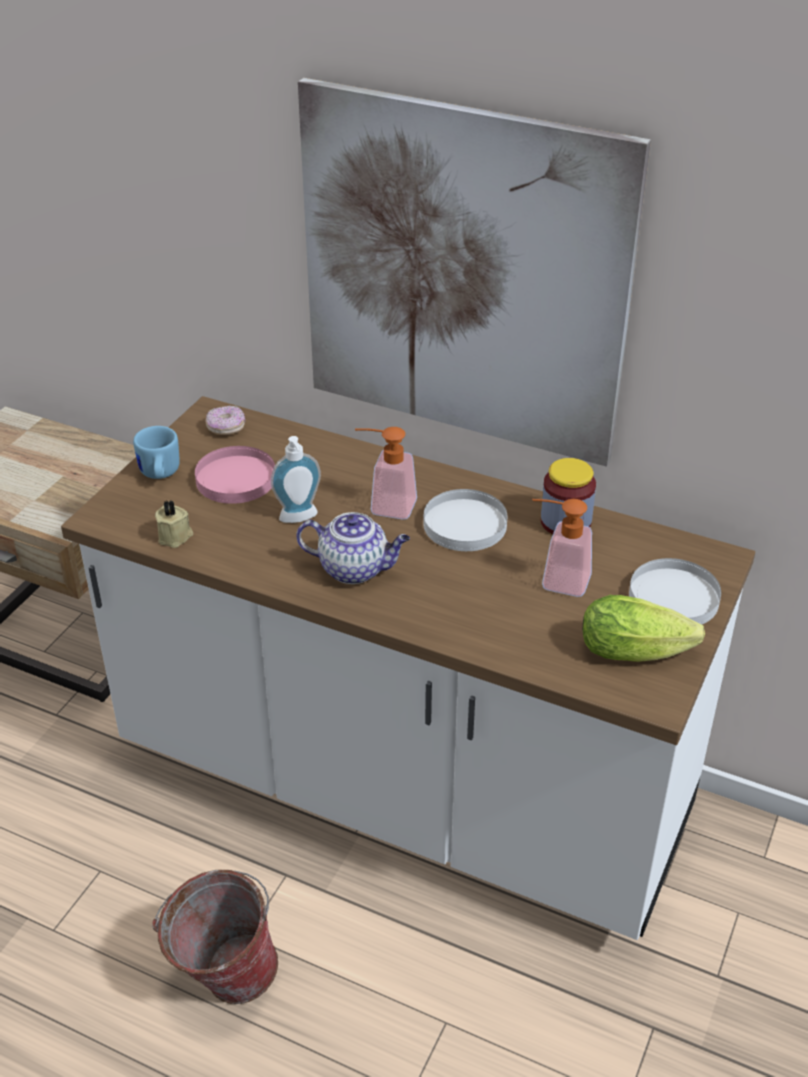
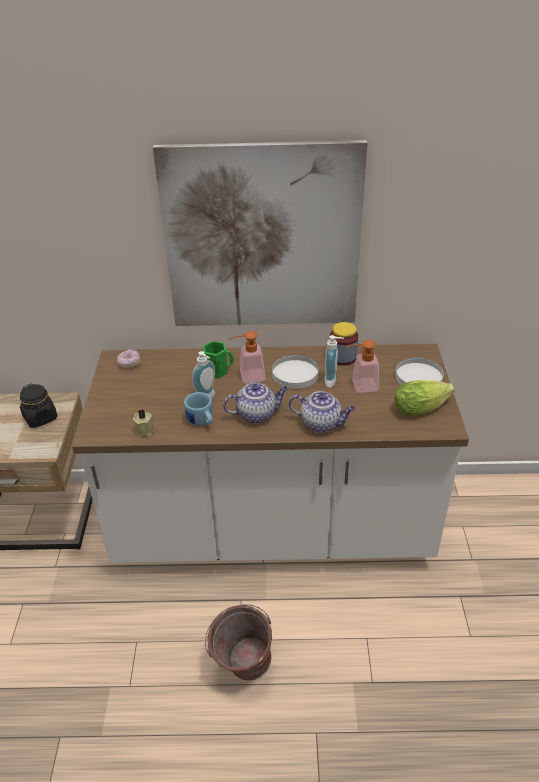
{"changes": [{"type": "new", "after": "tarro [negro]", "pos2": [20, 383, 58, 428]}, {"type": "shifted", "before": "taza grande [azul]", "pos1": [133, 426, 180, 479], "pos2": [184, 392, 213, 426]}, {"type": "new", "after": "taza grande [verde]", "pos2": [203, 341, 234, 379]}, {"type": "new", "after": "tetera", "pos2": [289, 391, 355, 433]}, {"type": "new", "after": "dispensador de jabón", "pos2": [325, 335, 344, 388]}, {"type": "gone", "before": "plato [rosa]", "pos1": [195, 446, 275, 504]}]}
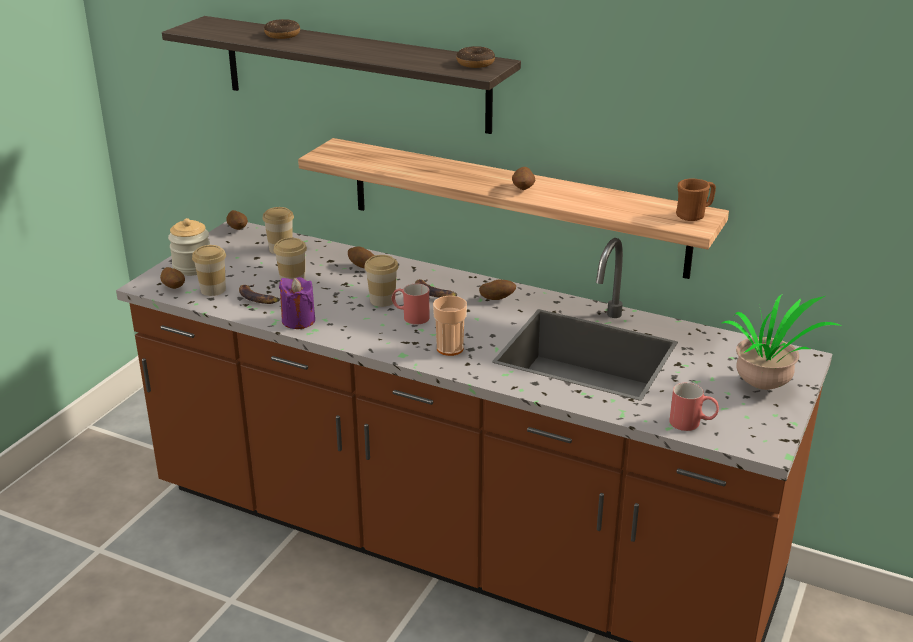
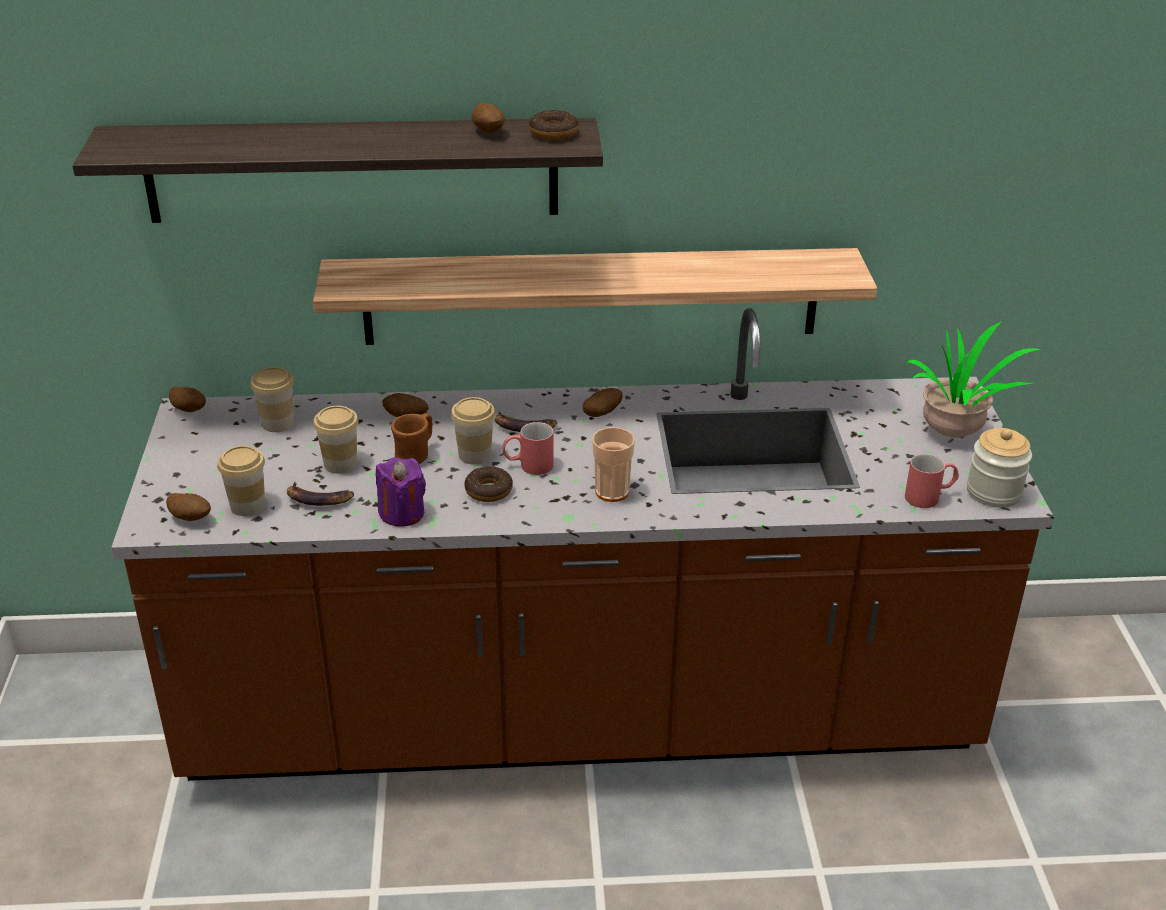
{"changes": [{"type": "shifted", "before": "taza grande [marrón]", "pos1": [676, 179, 716, 221], "pos2": [391, 413, 432, 464]}, {"type": "shifted", "before": "rosquilla", "pos1": [264, 19, 300, 39], "pos2": [464, 466, 513, 502]}, {"type": "shifted", "before": "patata", "pos1": [512, 167, 535, 190], "pos2": [471, 103, 505, 133]}, {"type": "shifted", "before": "tarro", "pos1": [168, 218, 210, 276], "pos2": [967, 428, 1032, 508]}]}
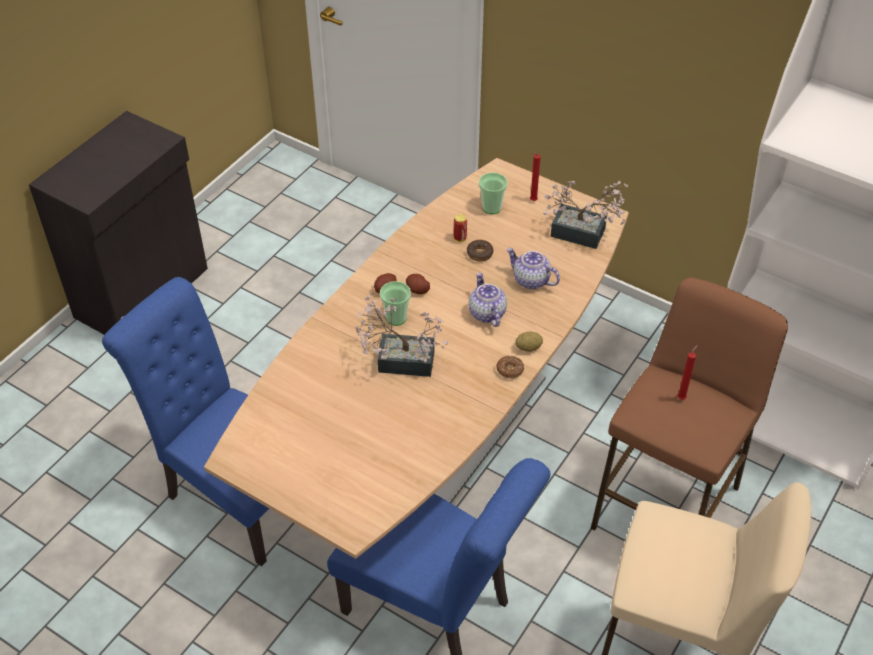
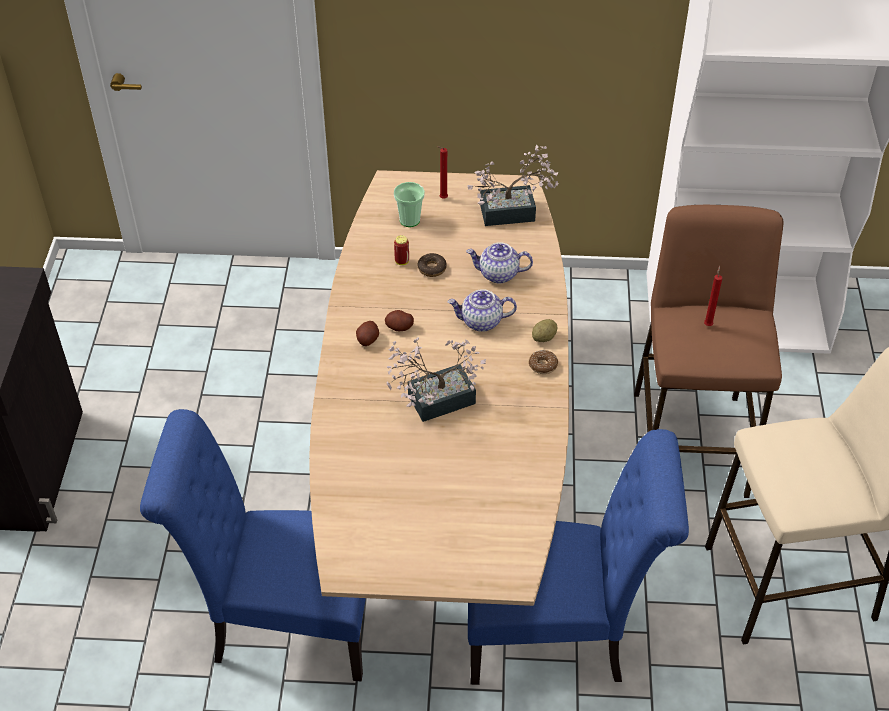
{"changes": [{"type": "rotated", "before": "tetera", "pos1": [468, 272, 507, 327], "pos2": [448, 289, 517, 332], "turn": -45}, {"type": "gone", "before": "taza", "pos1": [380, 281, 411, 326]}]}
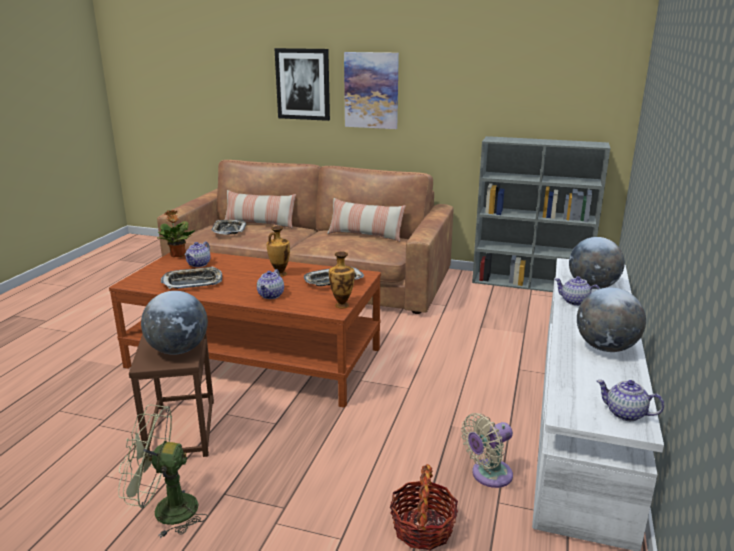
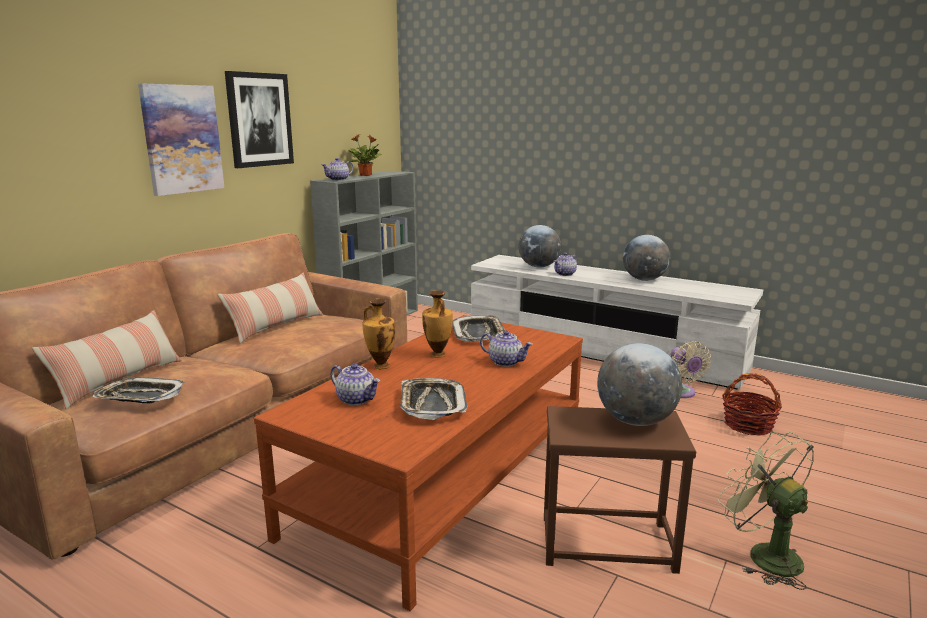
{"changes": [{"type": "shifted", "before": "cuadro", "pos1": [274, 48, 330, 121], "pos2": [225, 71, 294, 168]}, {"type": "shifted", "before": "tetera", "pos1": [597, 380, 664, 421], "pos2": [322, 158, 354, 181]}, {"type": "shifted", "before": "planta en maceta", "pos1": [157, 210, 195, 257], "pos2": [348, 134, 382, 176]}, {"type": "shifted", "before": "florero", "pos1": [329, 251, 355, 309], "pos2": [362, 298, 395, 369]}, {"type": "rotated", "before": "ventilador [verde]", "pos1": [118, 404, 208, 538], "pos2": [718, 432, 814, 590], "turn": 135}]}
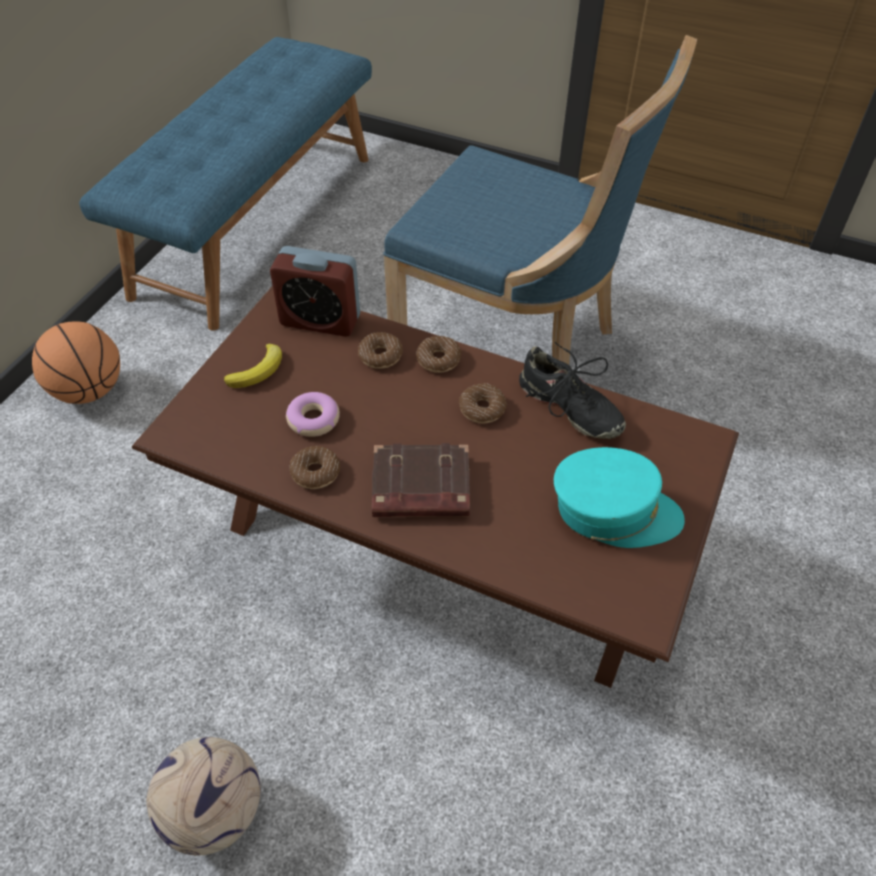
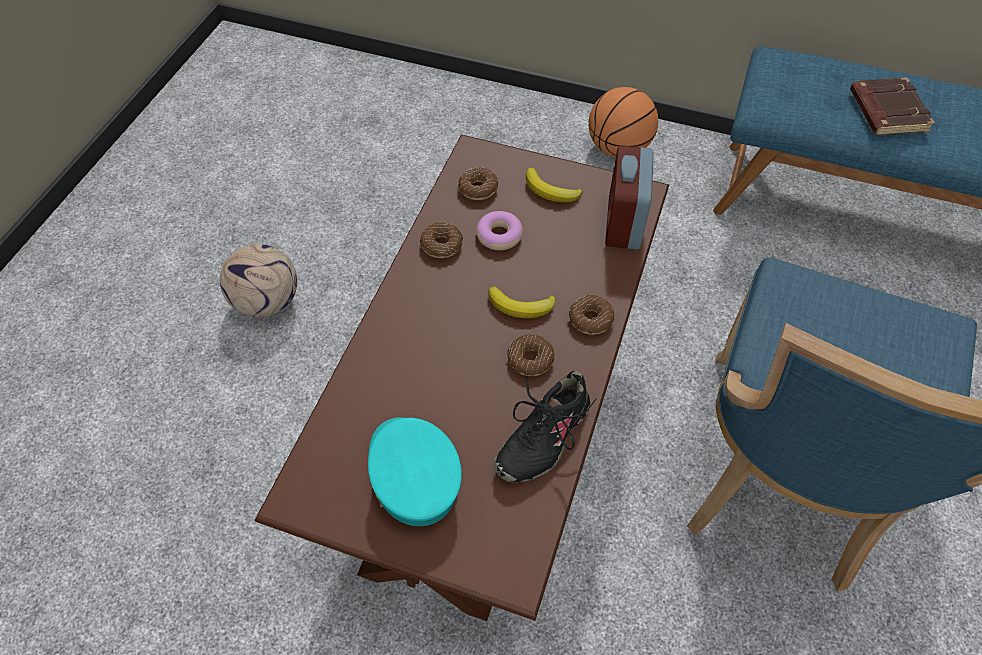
{"changes": [{"type": "rotated", "before": "gorra [turquesa]", "pos1": [554, 447, 685, 548], "pos2": [368, 417, 462, 526], "turn": 150}, {"type": "shifted", "before": "rosquilla", "pos1": [358, 332, 403, 369], "pos2": [458, 167, 498, 200]}, {"type": "new", "after": "plátano", "pos2": [488, 286, 555, 318]}, {"type": "shifted", "before": "libro [marrón]", "pos1": [372, 443, 470, 517], "pos2": [850, 77, 935, 136]}]}
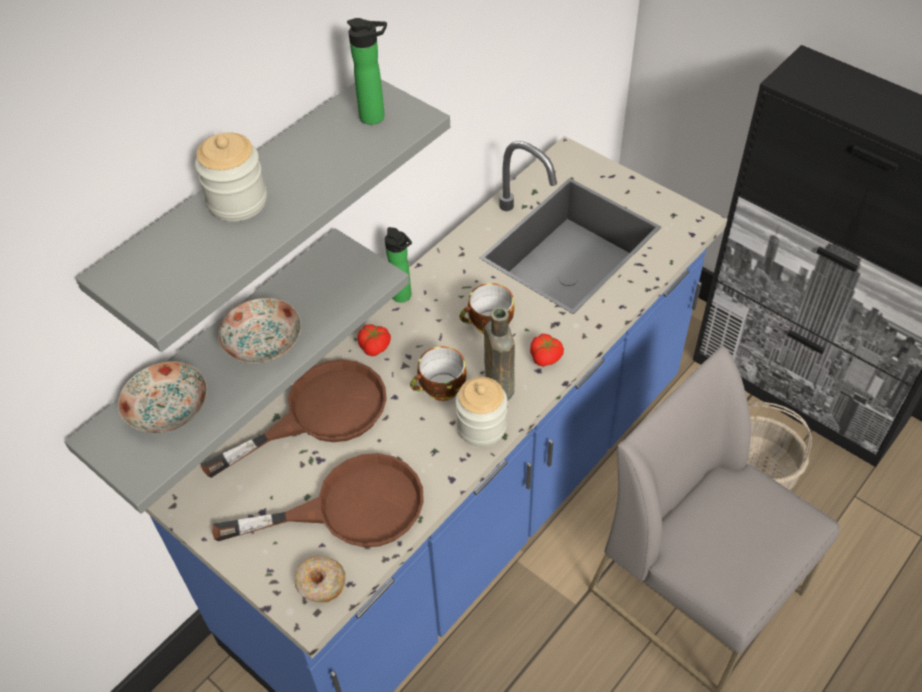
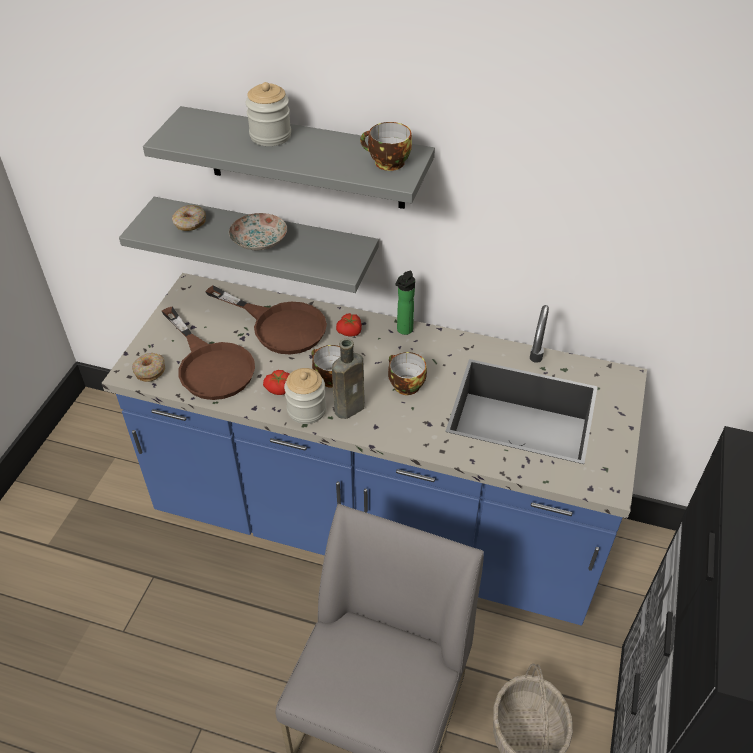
{"changes": [{"type": "swapped", "before": "plato", "after": "rosquilla", "pos1": [118, 362, 207, 433], "pos2": [172, 205, 206, 231]}, {"type": "shifted", "before": "tomate", "pos1": [530, 334, 564, 367], "pos2": [263, 370, 290, 395]}, {"type": "swapped", "before": "botella", "after": "taza", "pos1": [347, 18, 387, 125], "pos2": [360, 122, 412, 171]}]}
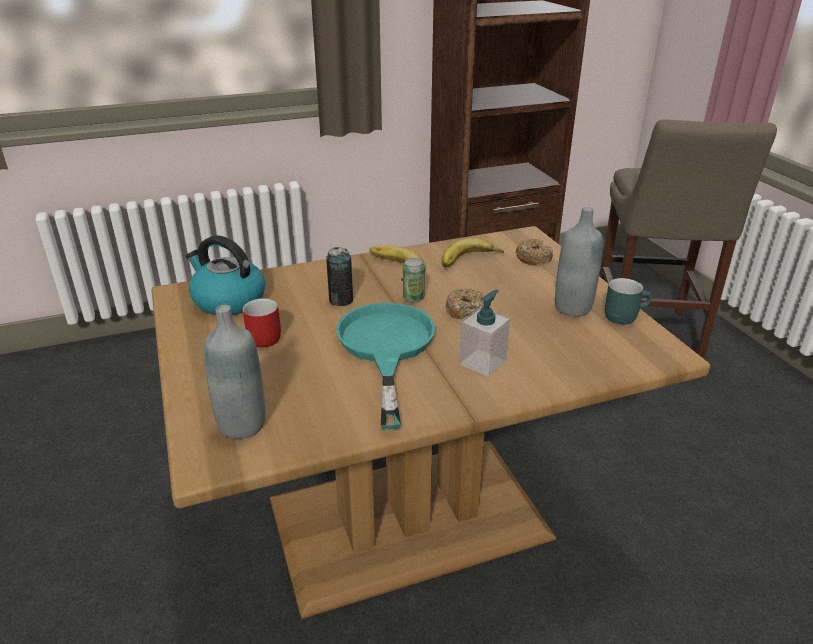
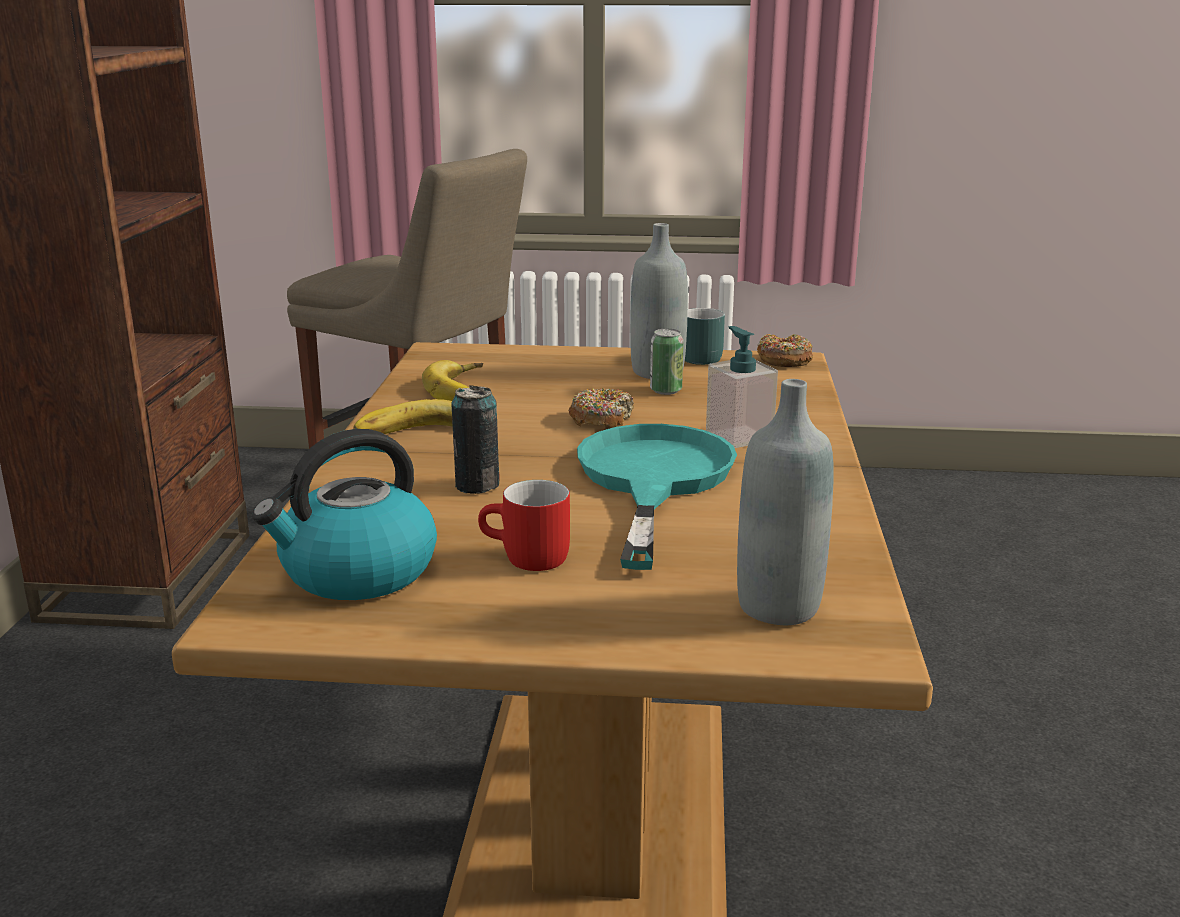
{"changes": [{"type": "rotated", "before": "sartén [turquesa]", "pos1": [336, 303, 435, 429], "pos2": [577, 424, 737, 570], "turn": 75}, {"type": "shifted", "before": "lata", "pos1": [403, 258, 425, 302], "pos2": [650, 329, 684, 395]}, {"type": "shifted", "before": "rosquilla", "pos1": [516, 239, 553, 266], "pos2": [757, 334, 813, 367]}]}
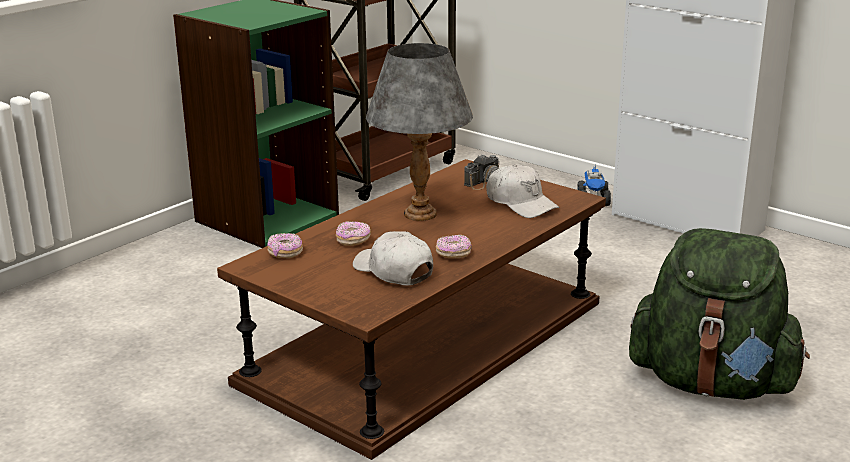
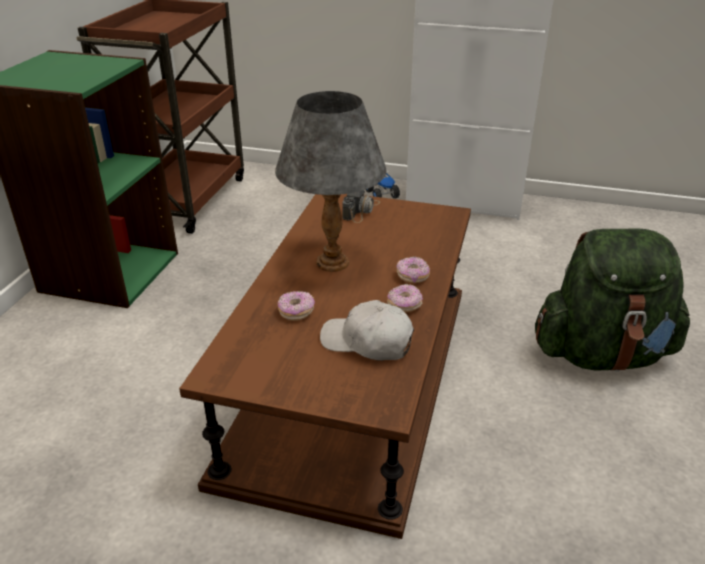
{"changes": [{"type": "shifted", "before": "rosquilla", "pos1": [267, 233, 303, 258], "pos2": [396, 257, 430, 283]}, {"type": "gone", "before": "gorra [blanco]", "pos1": [486, 164, 559, 218]}]}
